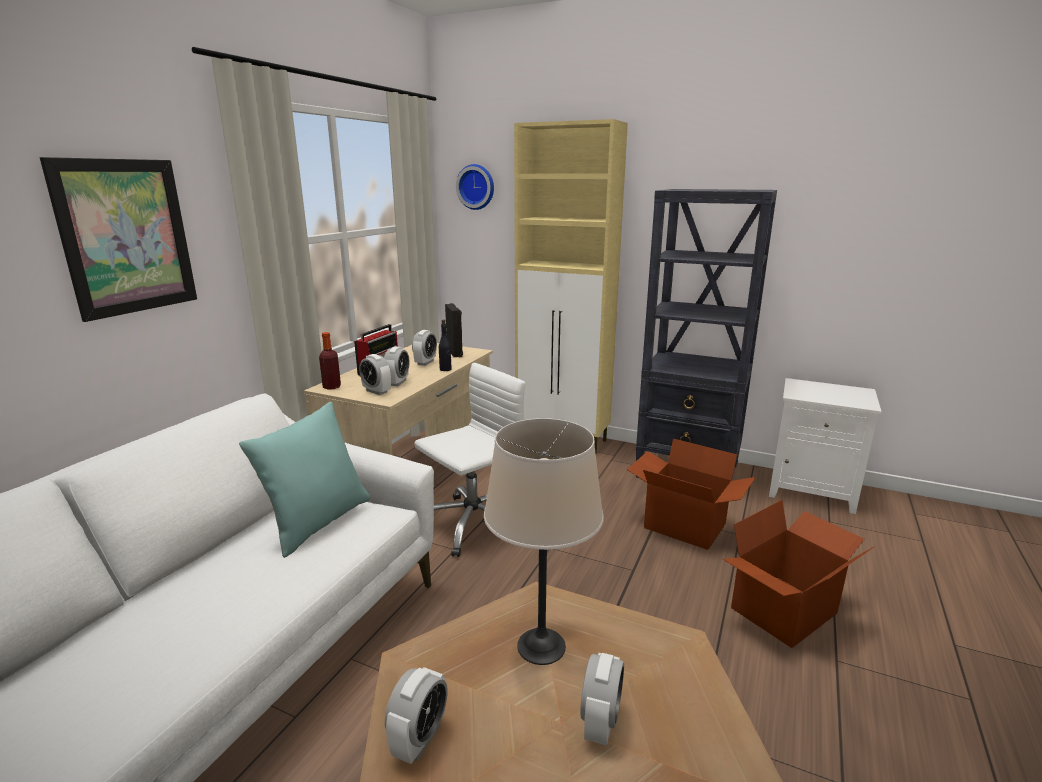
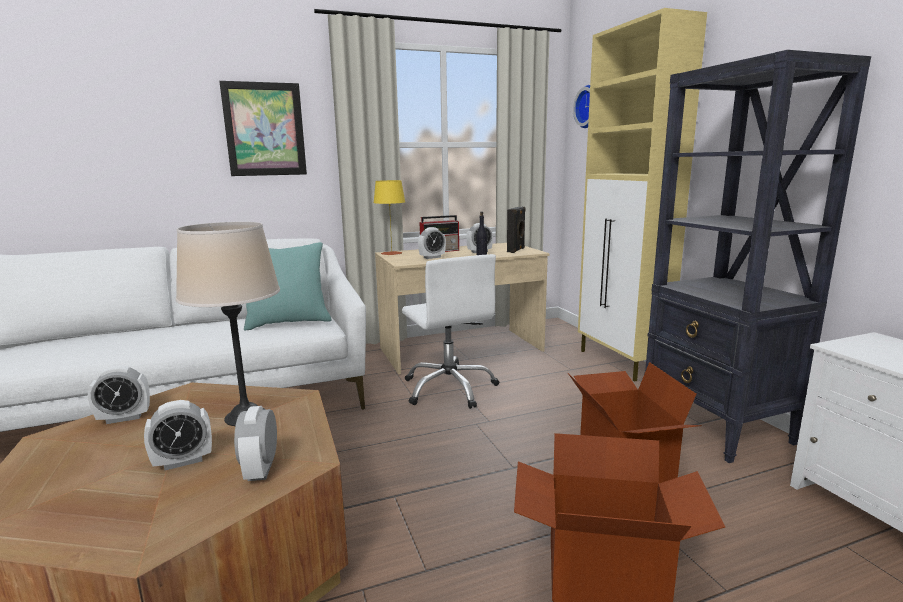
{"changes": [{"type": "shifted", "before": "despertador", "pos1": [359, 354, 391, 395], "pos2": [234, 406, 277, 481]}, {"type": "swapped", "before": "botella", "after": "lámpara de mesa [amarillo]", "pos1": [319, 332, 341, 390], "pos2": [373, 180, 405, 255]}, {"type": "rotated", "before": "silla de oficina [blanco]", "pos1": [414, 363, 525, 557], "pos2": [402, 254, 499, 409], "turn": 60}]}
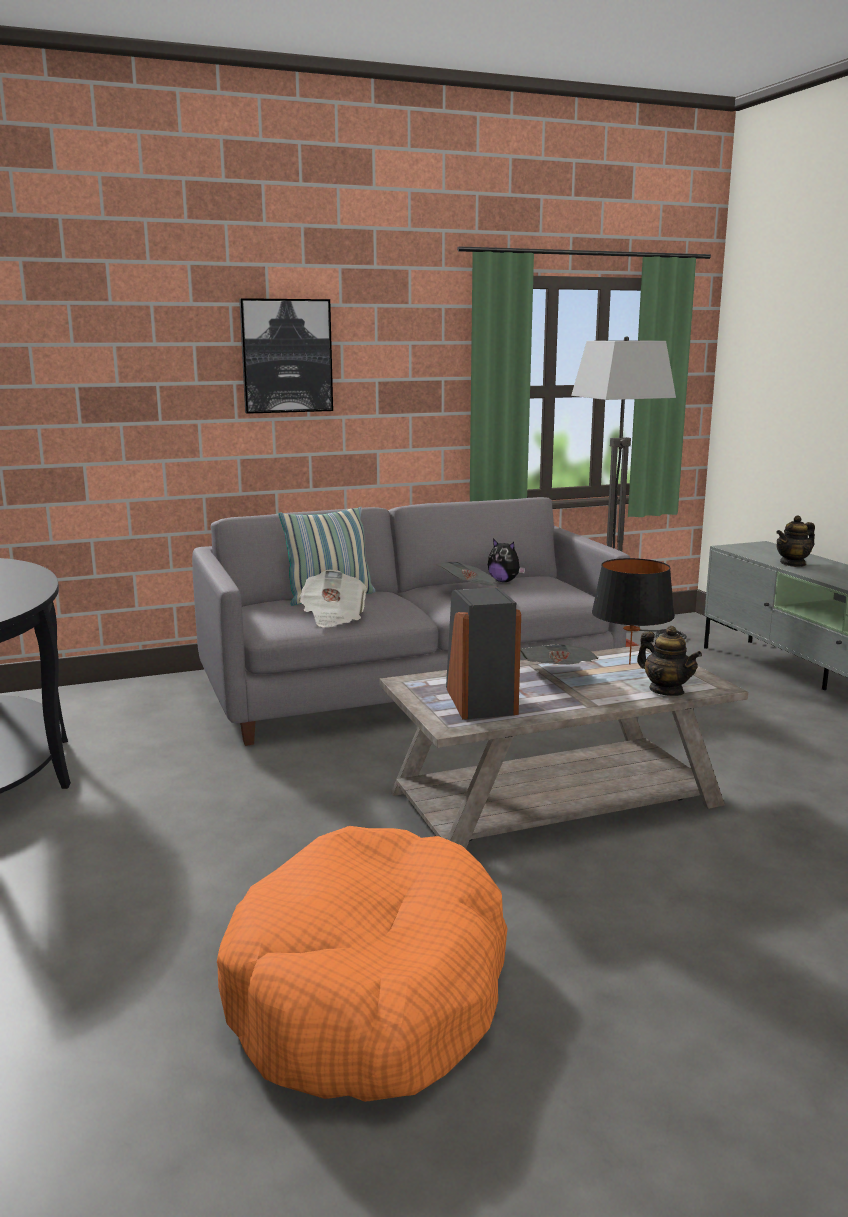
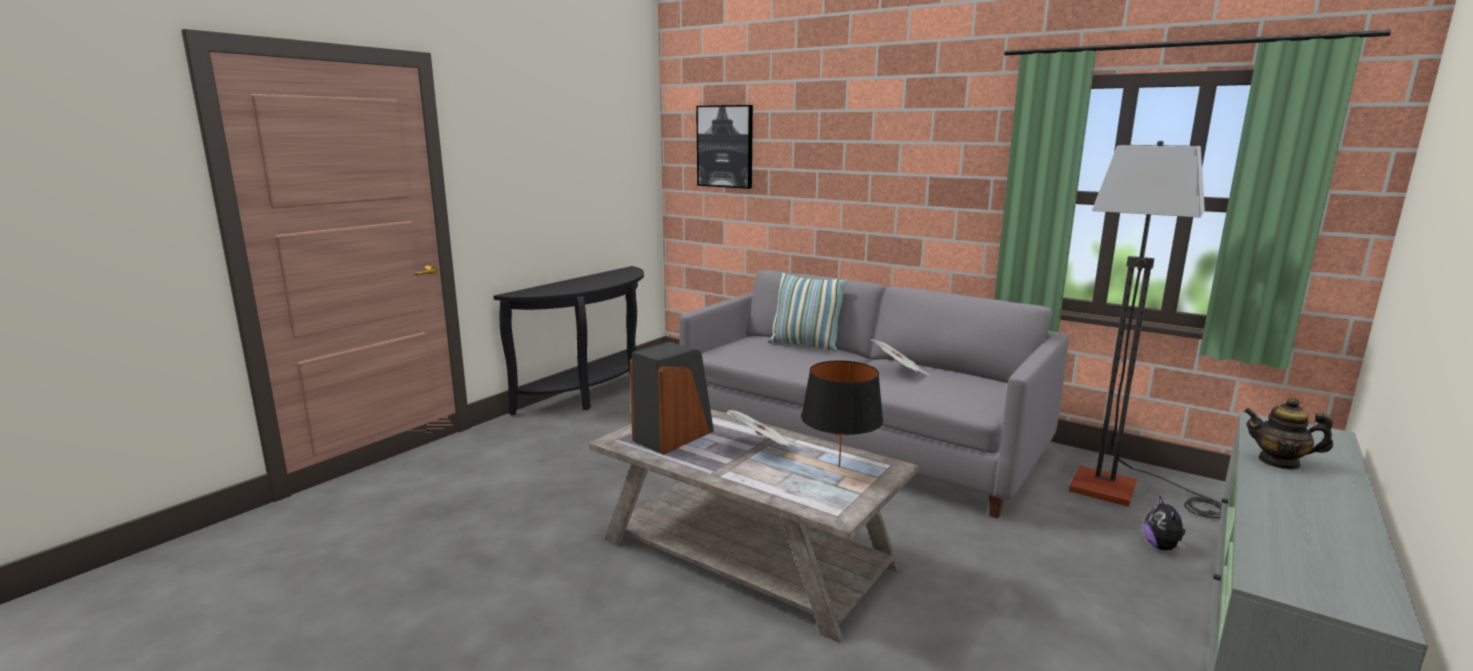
{"changes": [{"type": "shifted", "before": "cuadro", "pos1": [239, 298, 333, 414], "pos2": [696, 105, 753, 189]}, {"type": "shifted", "before": "peluche", "pos1": [488, 539, 525, 582], "pos2": [1143, 496, 1187, 550]}, {"type": "gone", "before": "cama para perro [naranja]", "pos1": [217, 826, 507, 1102]}, {"type": "gone", "before": "periódico", "pos1": [299, 570, 367, 628]}, {"type": "gone", "before": "tetera", "pos1": [637, 626, 702, 696]}]}
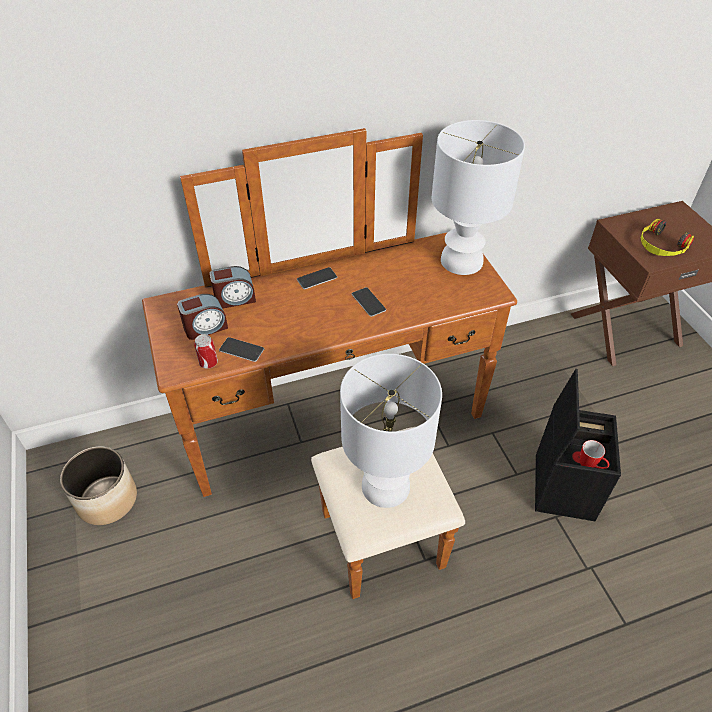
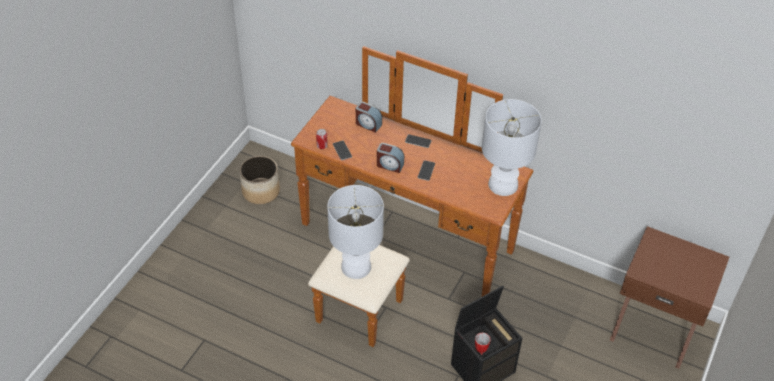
{"changes": [{"type": "shifted", "before": "despertador", "pos1": [177, 294, 228, 340], "pos2": [377, 143, 404, 173]}, {"type": "gone", "before": "auriculares", "pos1": [641, 219, 694, 256]}]}
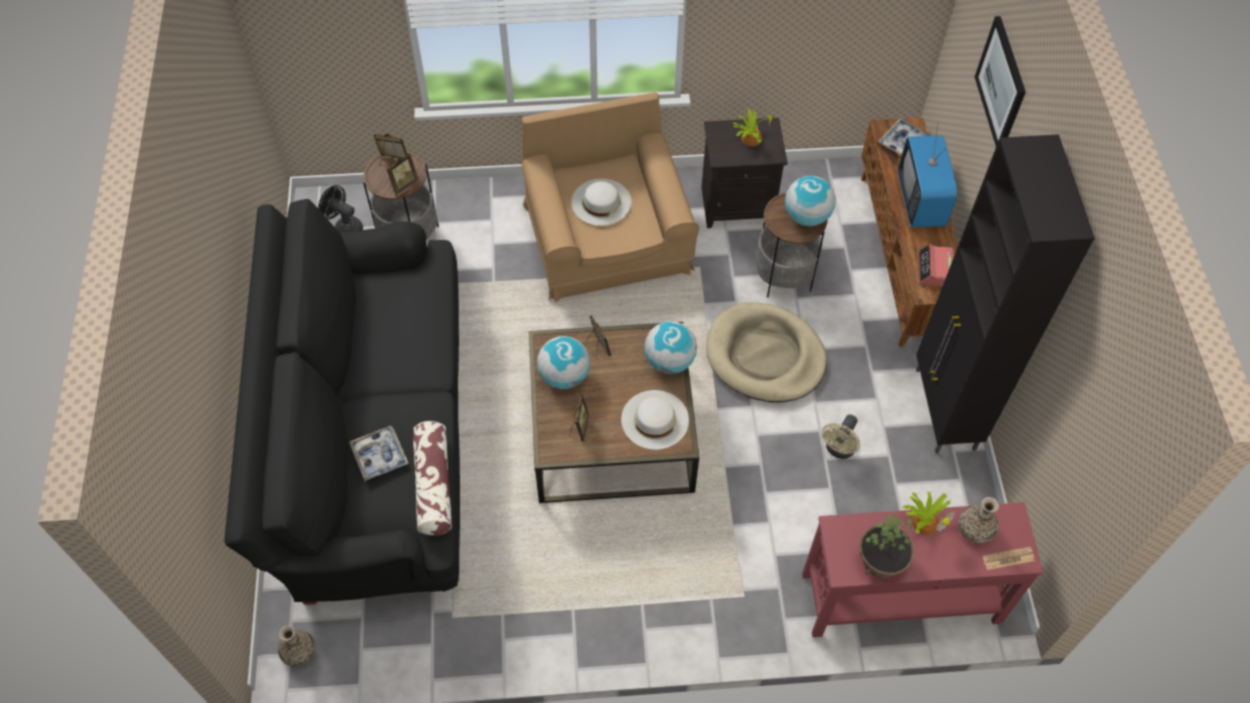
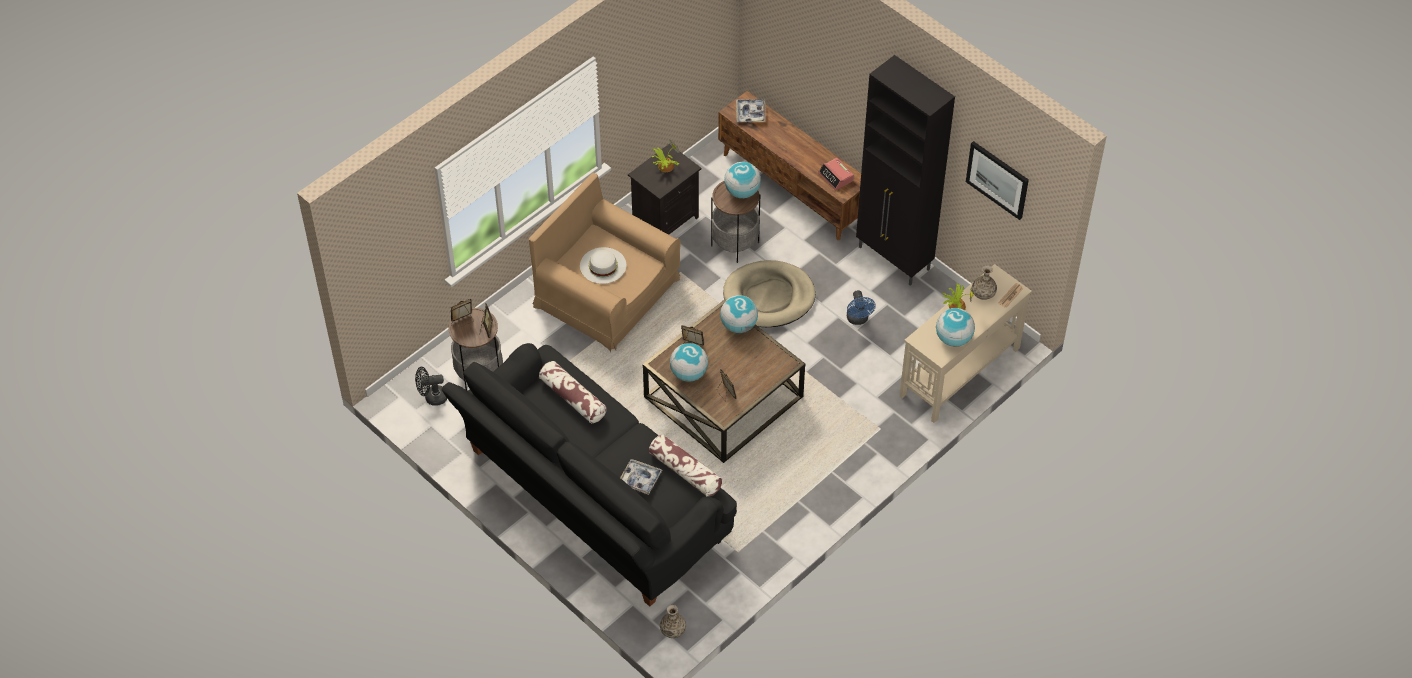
{"changes": [{"type": "new", "after": "cojín", "pos2": [539, 361, 607, 423]}, {"type": "repainted", "before": "ventilador [beis]", "after": "ventilador [azul]", "pos1": [822, 415, 860, 459], "pos2": [847, 290, 876, 325]}, {"type": "repainted", "before": "mesa consola [rojo]", "after": "mesa consola [beis]", "pos1": [802, 502, 1044, 637], "pos2": [899, 264, 1032, 423]}, {"type": "swapped", "before": "planta en maceta", "after": "globo terráqueo", "pos1": [859, 514, 915, 578], "pos2": [936, 308, 975, 347]}, {"type": "shifted", "before": "cuadro", "pos1": [975, 16, 1026, 146], "pos2": [966, 141, 1029, 220]}, {"type": "gone", "before": "sombrero [blanco]", "pos1": [621, 390, 689, 450]}, {"type": "gone", "before": "televisor", "pos1": [898, 122, 957, 228]}]}
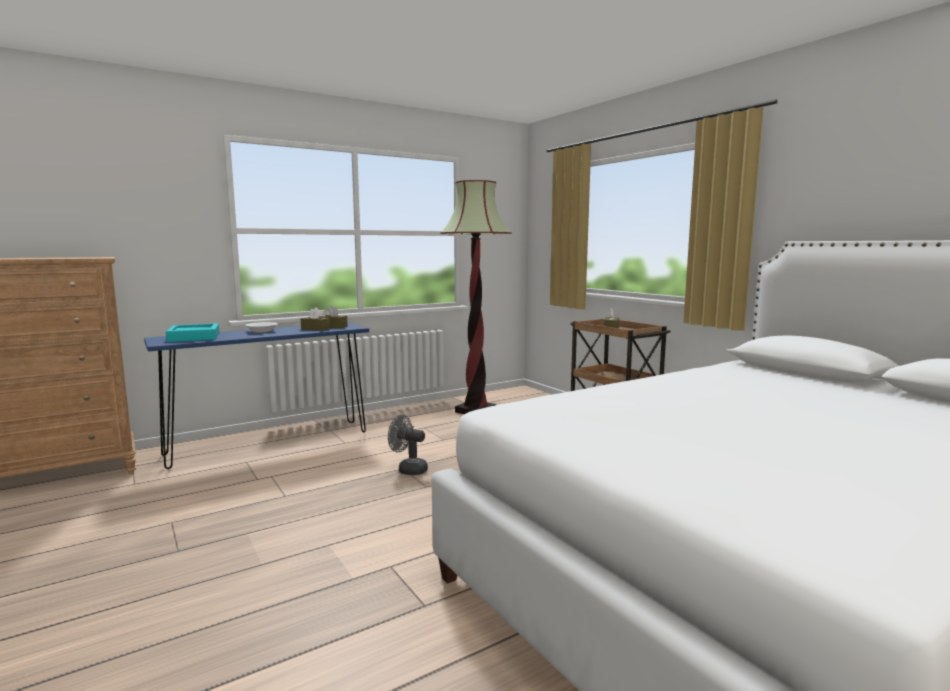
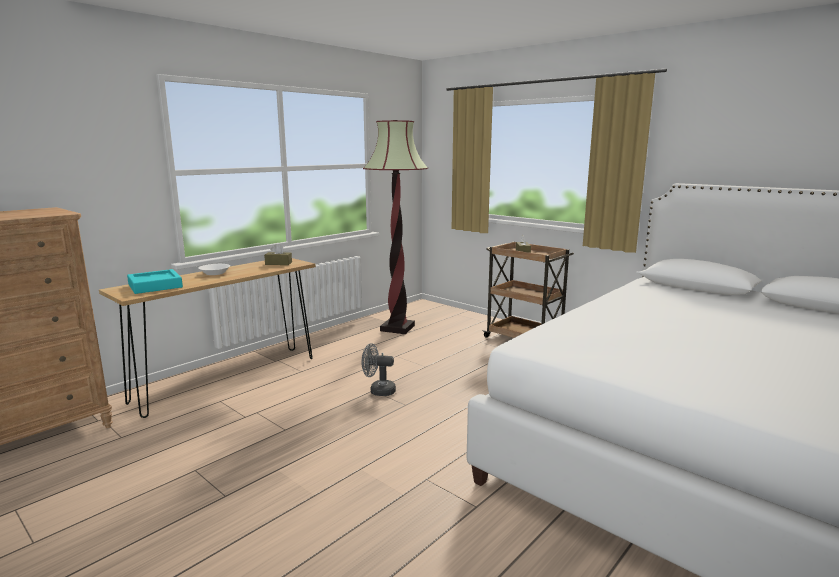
{"changes": [{"type": "repainted", "before": "mesa consola [azul]", "after": "mesa consola [marrón]", "pos1": [144, 322, 369, 469], "pos2": [99, 258, 316, 418]}, {"type": "gone", "before": "caja de pañuelos [marrón]", "pos1": [301, 307, 330, 331]}]}
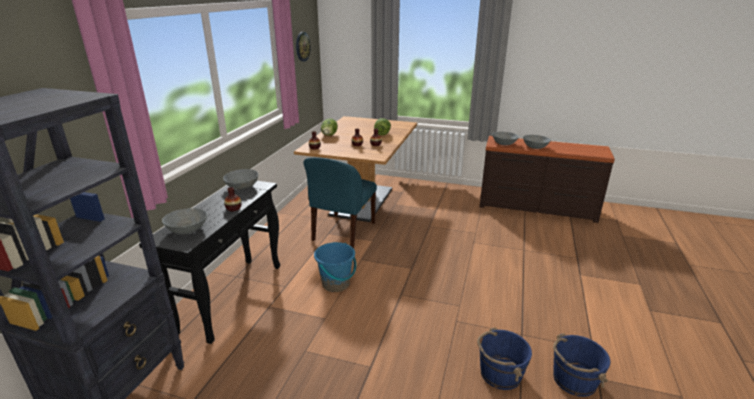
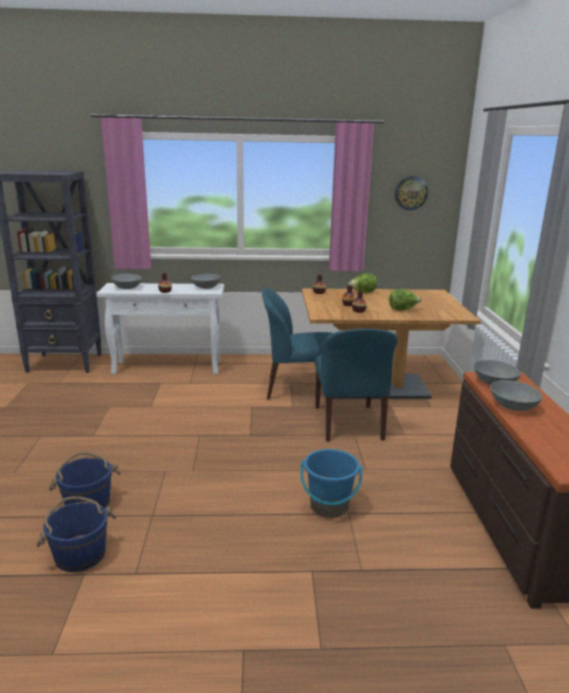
{"changes": [{"type": "repainted", "before": "mesa consola [negro]", "after": "mesa consola [blanco]", "pos1": [139, 181, 280, 344], "pos2": [96, 283, 224, 375]}, {"type": "shifted", "before": "cubo [azul]", "pos1": [314, 242, 356, 292], "pos2": [300, 449, 363, 518]}, {"type": "new", "after": "silla [azul]", "pos2": [315, 329, 398, 442]}]}
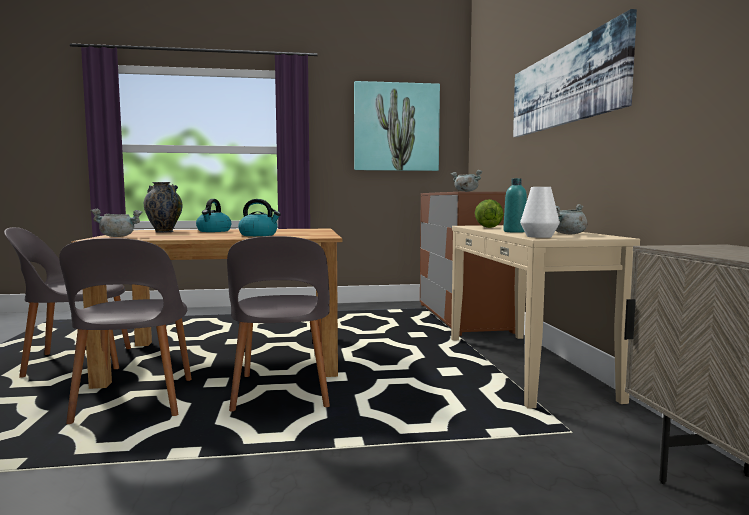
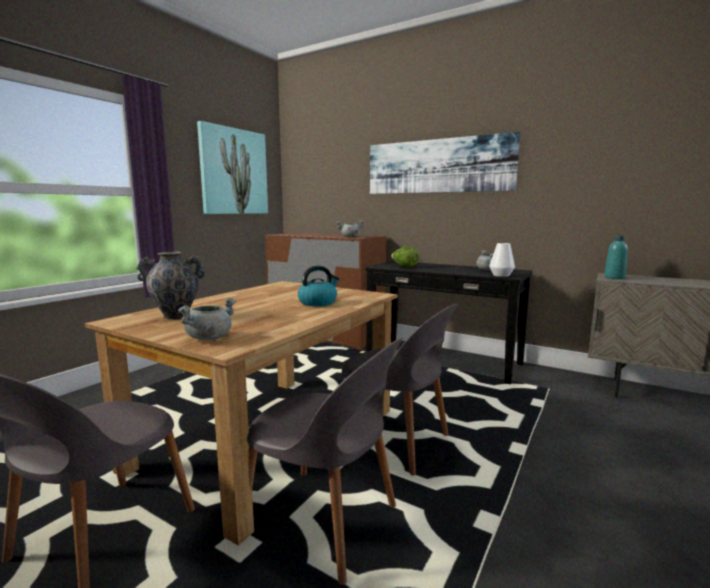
{"changes": [{"type": "repainted", "before": "mesa consola [beis]", "after": "mesa consola [negro]", "pos1": [451, 225, 640, 409], "pos2": [366, 261, 533, 384]}, {"type": "shifted", "before": "botella [turquesa]", "pos1": [503, 178, 527, 233], "pos2": [604, 236, 628, 279]}, {"type": "gone", "before": "hervidor", "pos1": [196, 199, 231, 232]}]}
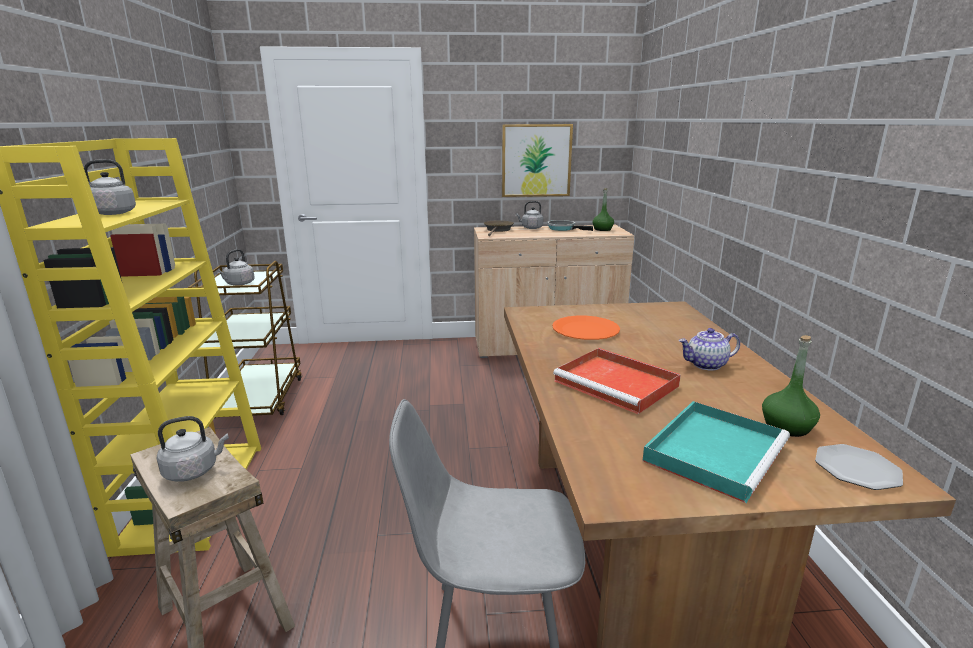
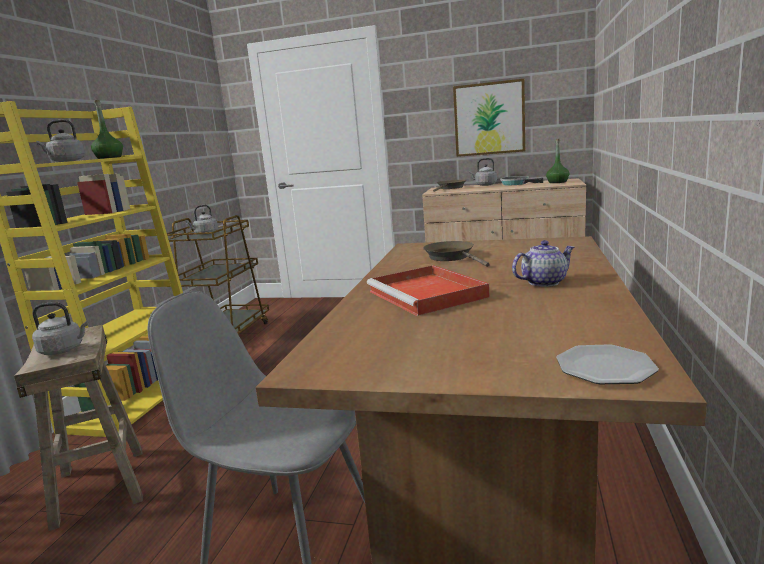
{"changes": [{"type": "shifted", "before": "botella [verde]", "pos1": [762, 335, 820, 437], "pos2": [91, 100, 123, 159]}, {"type": "swapped", "before": "plato [naranja]", "after": "sartén [marrón]", "pos1": [552, 316, 620, 340], "pos2": [423, 241, 490, 267]}, {"type": "rotated", "before": "tetera", "pos1": [679, 328, 740, 370], "pos2": [512, 240, 575, 287], "turn": 150}, {"type": "gone", "before": "bandeja [turquesa]", "pos1": [643, 401, 790, 503]}]}
